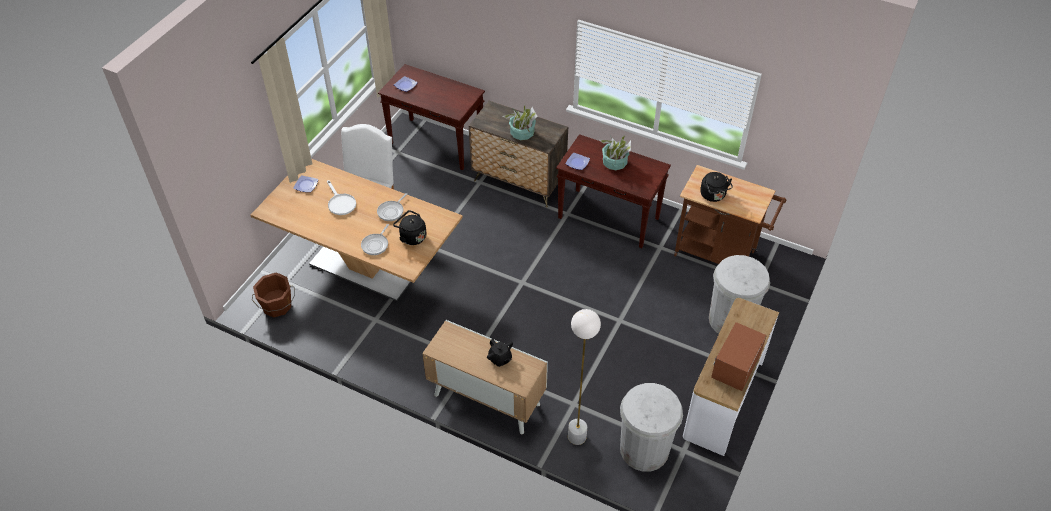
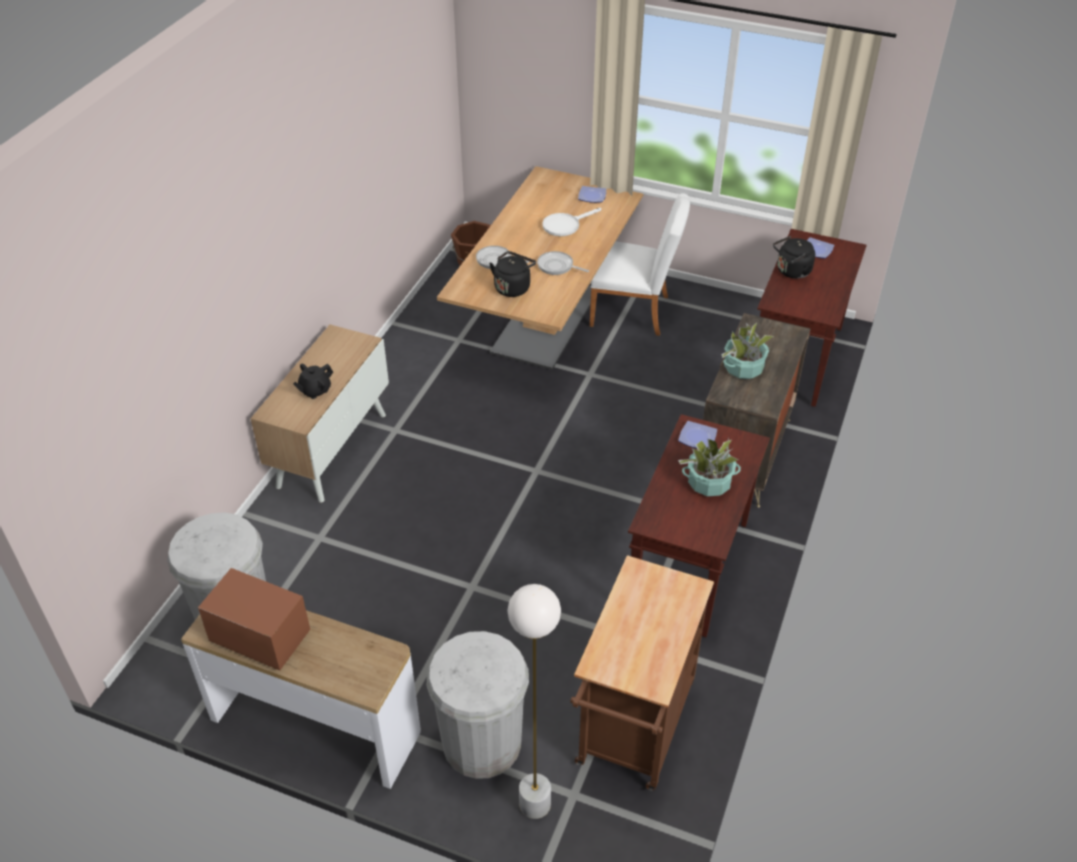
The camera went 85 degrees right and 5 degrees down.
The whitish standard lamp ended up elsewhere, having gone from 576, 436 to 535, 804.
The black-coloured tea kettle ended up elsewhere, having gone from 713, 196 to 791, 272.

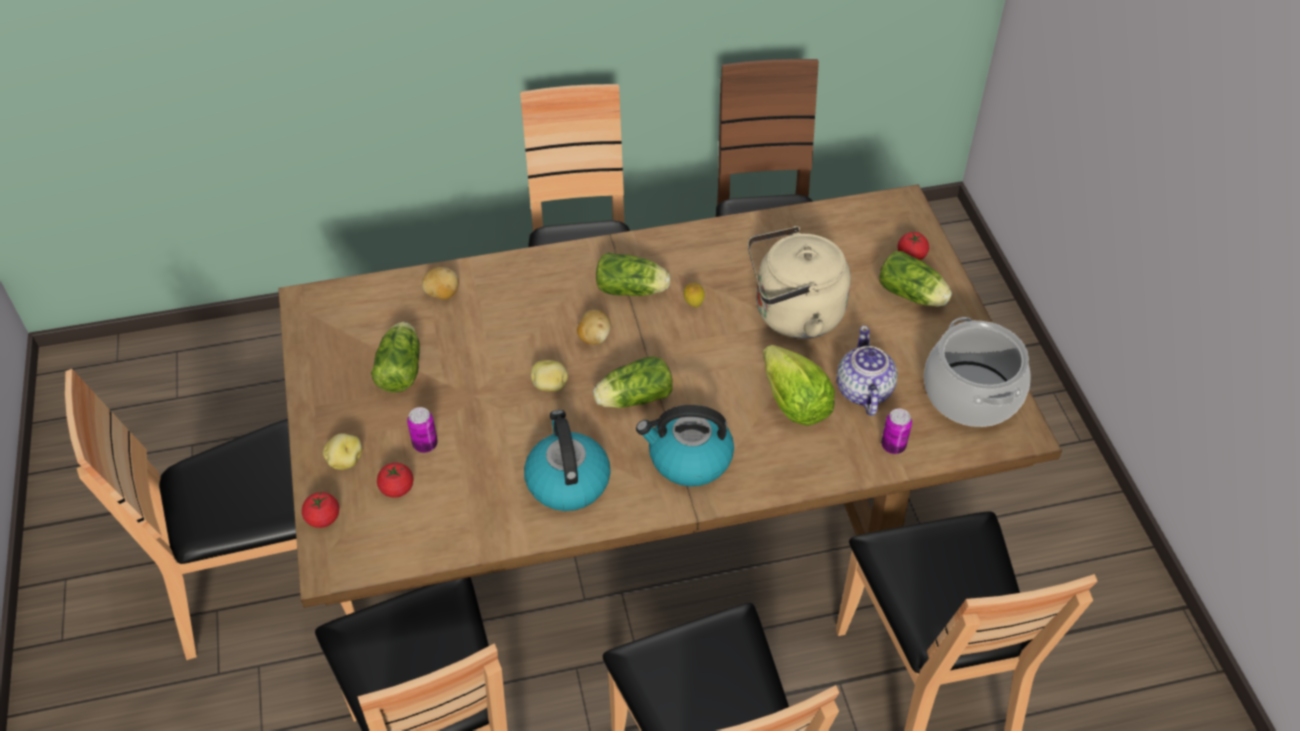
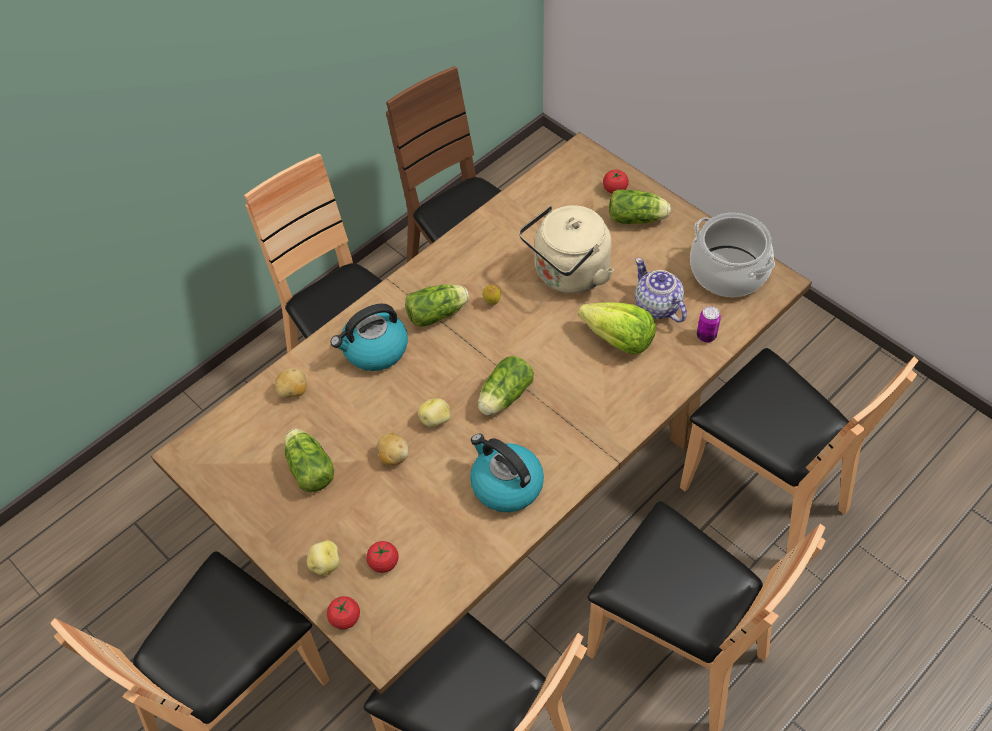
The camera went 30 degrees left and 5 degrees up.
The tea kettle ended up elsewhere, having gone from 688, 459 to 374, 350.
The spud ended up elsewhere, having gone from 594, 337 to 393, 456.
The second view lost the metal can at 425, 444.

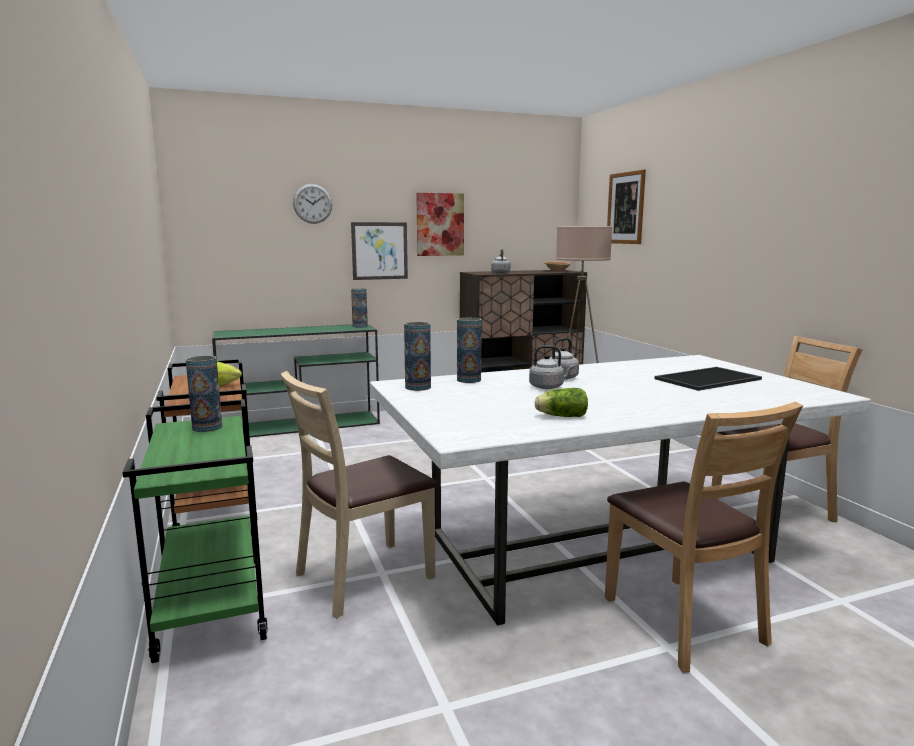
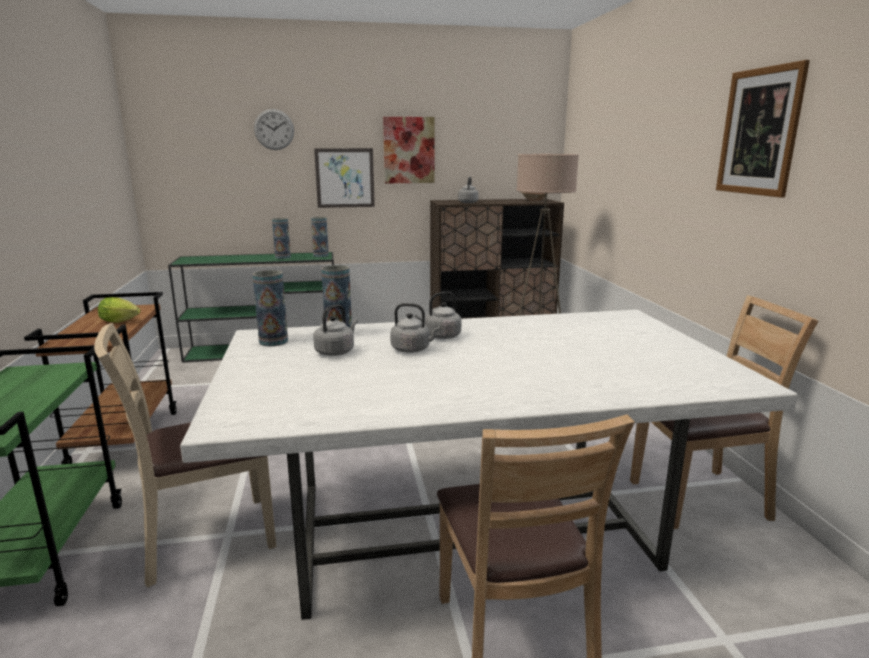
The camera went 10 degrees right and 5 degrees up.
The vase ended up elsewhere, having gone from 207, 427 to 283, 257.
The second view gained the grey tea kettle at 336, 351.
The picture ended up elsewhere, having gone from 626, 208 to 759, 132.
The second view lost the lettuce at 560, 416.
The second view lost the carrying tray at 708, 379.

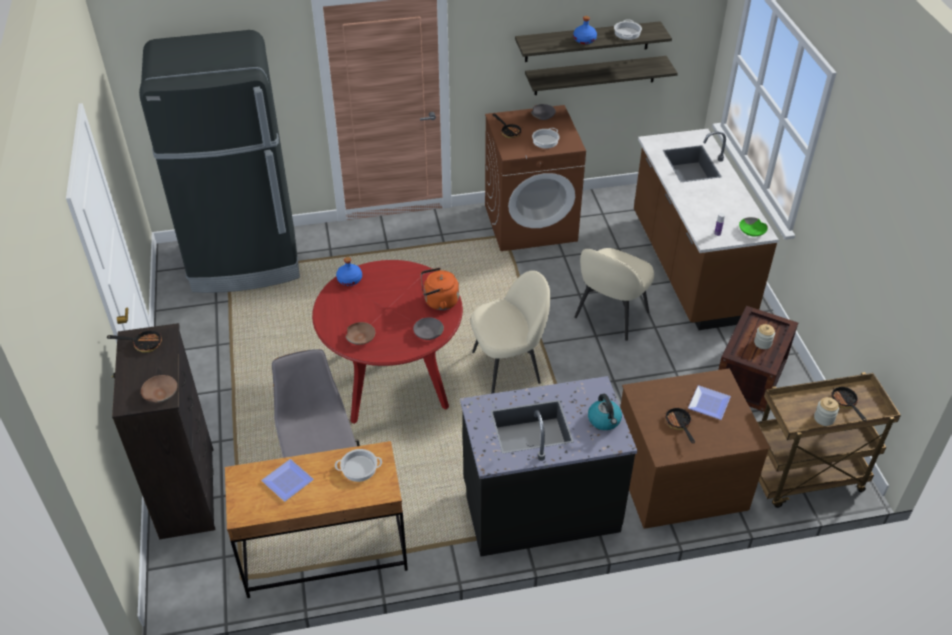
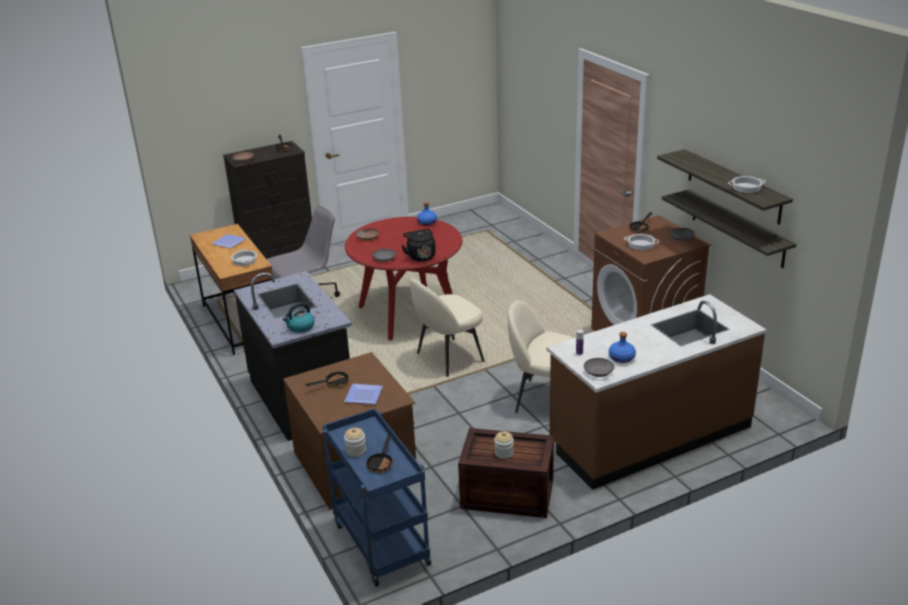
The camera went 75 degrees right and 15 degrees down.
What was the brownish wheeled cart at 804, 479 turned into the blue-coloured wheeled cart at 379, 543.
The skillet at 845, 403 ended up facing another way, 135 degrees clockwise from before.
What was the orange-coloured tea kettle at 439, 302 turned into the black-coloured tea kettle at 420, 256.
The beige chair at 508, 367 ended up facing another way, 90 degrees clockwise from before.
What was the green bowl at 752, 231 turned into the grey bowl at 598, 372.
The blue-coloured beverage bottle ended up elsewhere, having gone from 584, 40 to 622, 358.
The second view lost the black-coloured fridge at 245, 261.

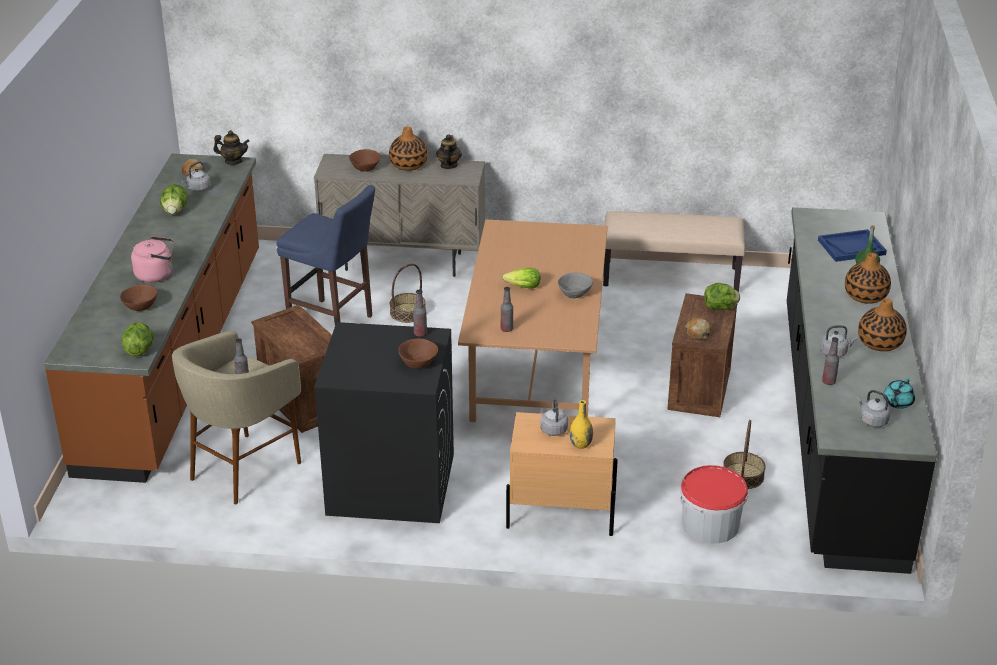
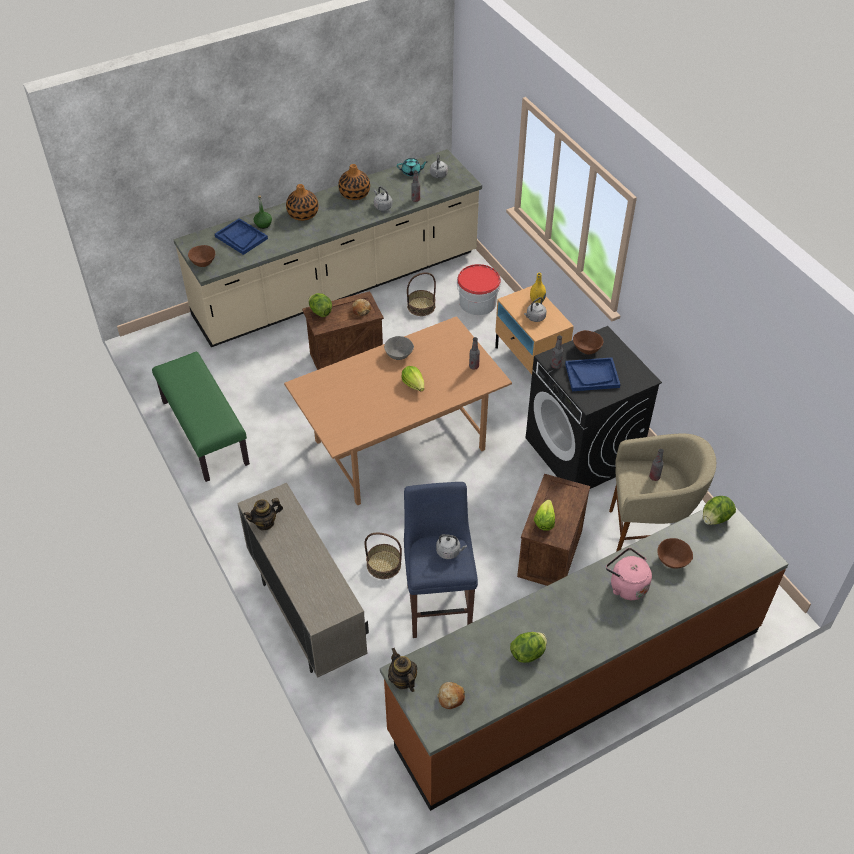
The camera went 125 degrees left and 15 degrees up.
What was the beige long seat at 671, 276 turned into the green long seat at 204, 432.
What was the black-coloured counter at 838, 428 turned into the beige counter at 337, 286.
The brownish bowl ended up elsewhere, having gone from 364, 168 to 203, 262.
The grey tea kettle ended up elsewhere, having gone from 197, 189 to 449, 552.
The second view gained the lettuce at 544, 521.
The second view gained the blue-coloured carrying tray at 592, 375.
The second view lost the vase at 408, 165.

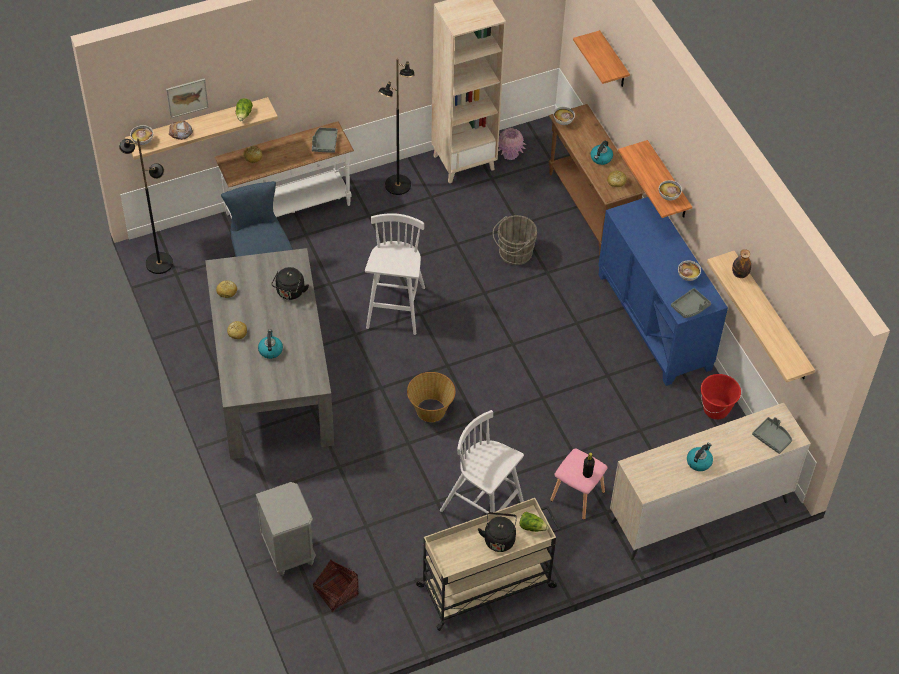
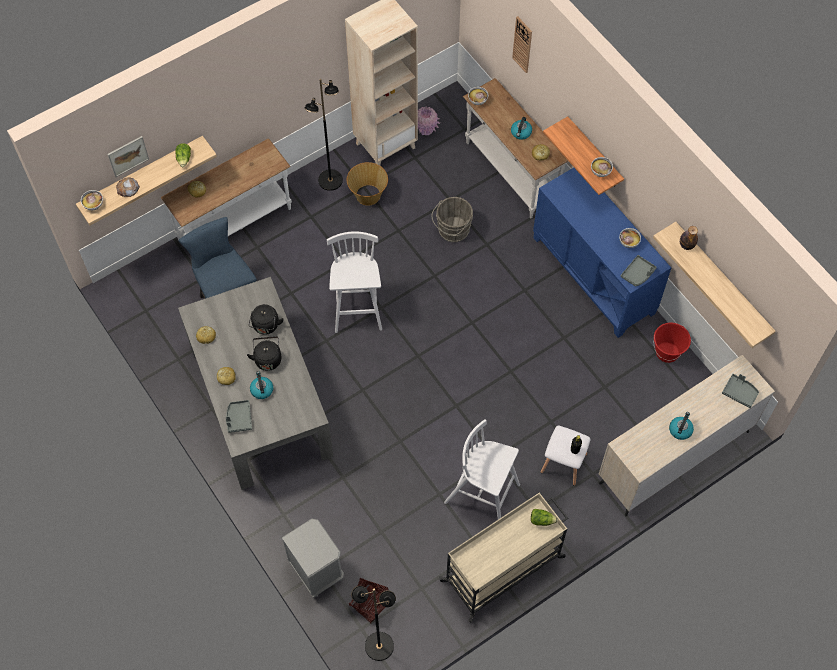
The camera went 10 degrees left and 10 degrees up.
The grey carrying tray ended up elsewhere, having gone from 324, 143 to 239, 418.
The black-coloured tea kettle ended up elsewhere, having gone from 499, 538 to 267, 358.
The basket ended up elsewhere, having gone from 430, 411 to 368, 195.
The black-coloured standard lamp ended up elsewhere, having gone from 159, 263 to 379, 645.
What was the brownish narrow table at 588, 209 turned into the whitish narrow table at 510, 173.
Where the wall shelf hung at 613, 61, the wall clock came to hang at 522, 44.
What was the pink stool seat at 577, 497 turned into the whitish stool seat at 563, 464.

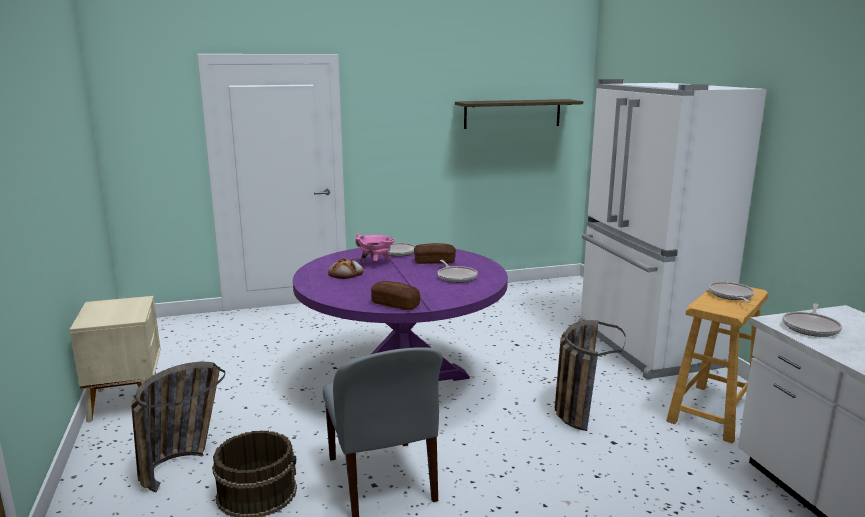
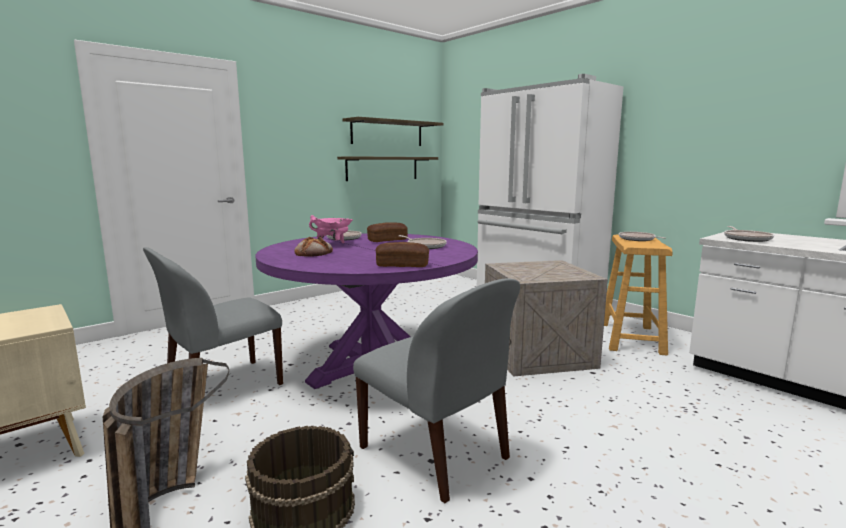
The camera went 25 degrees left and 5 degrees down.
The second view gained the grey chair at 222, 386.
The second view gained the wall shelf at 382, 168.
Where the basket stood at 578, 408, the shipping crate came to stand at 539, 354.

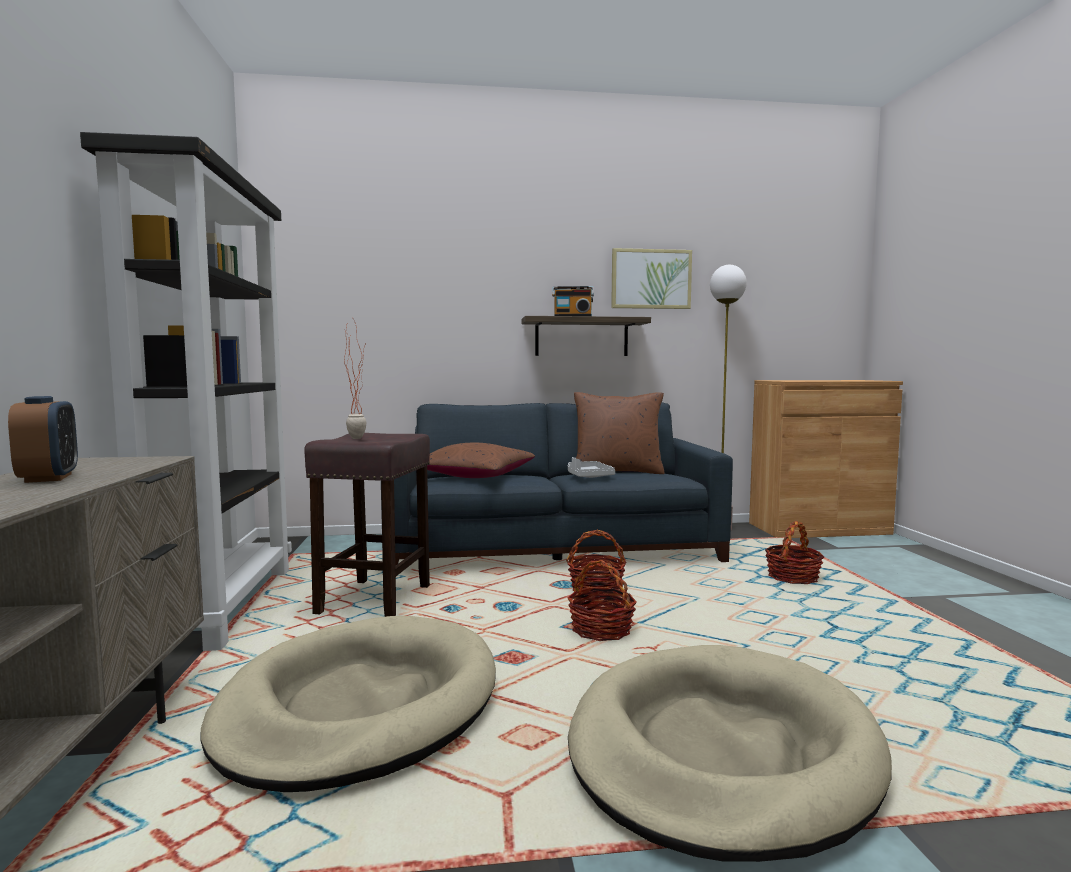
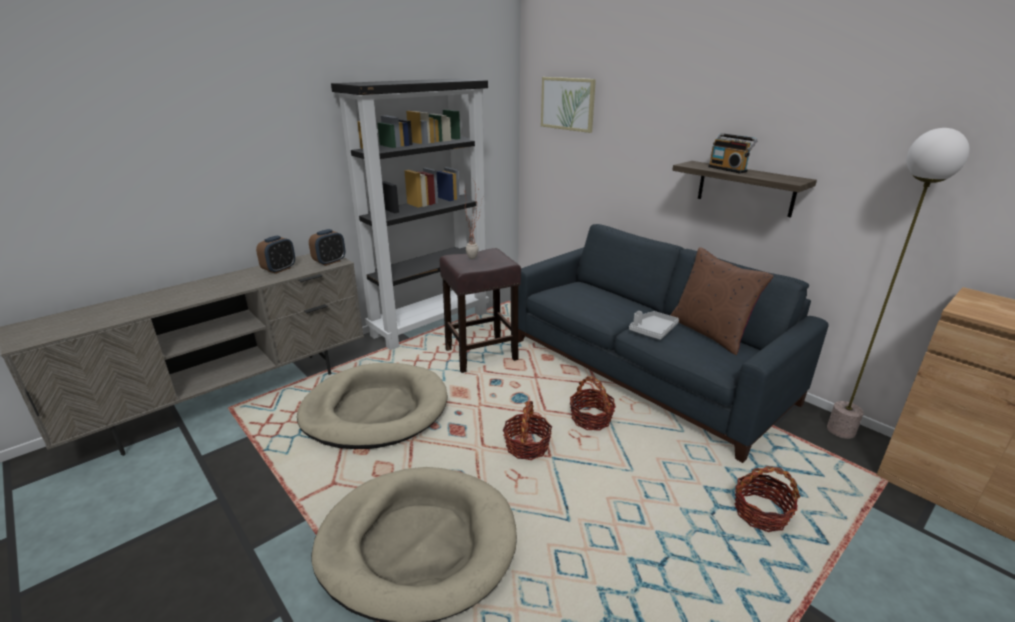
The camera went 55 degrees right and 20 degrees up.
The second view gained the bedside clock at 329, 262.
The picture ended up elsewhere, having gone from 651, 279 to 567, 104.
The second view lost the brownish pillow at 476, 476.

